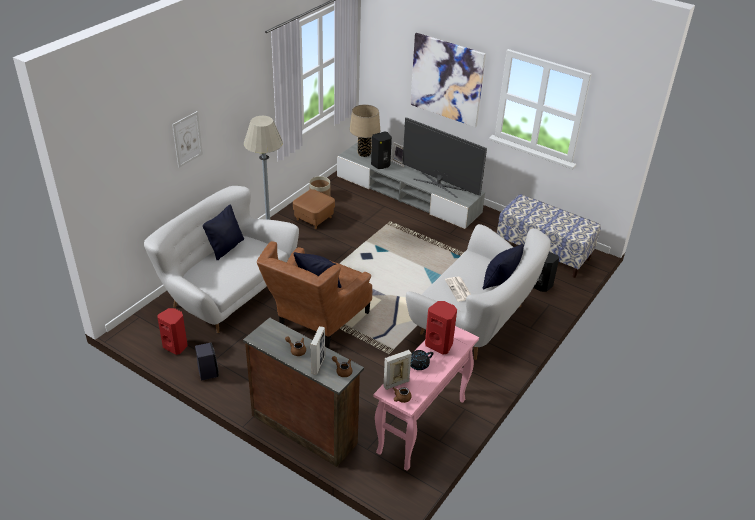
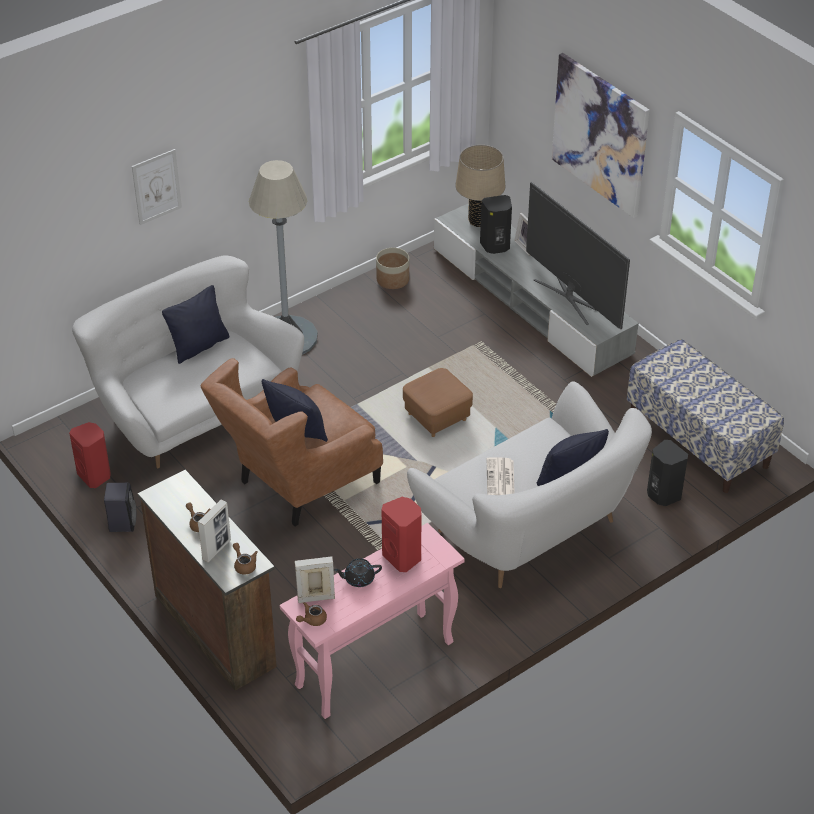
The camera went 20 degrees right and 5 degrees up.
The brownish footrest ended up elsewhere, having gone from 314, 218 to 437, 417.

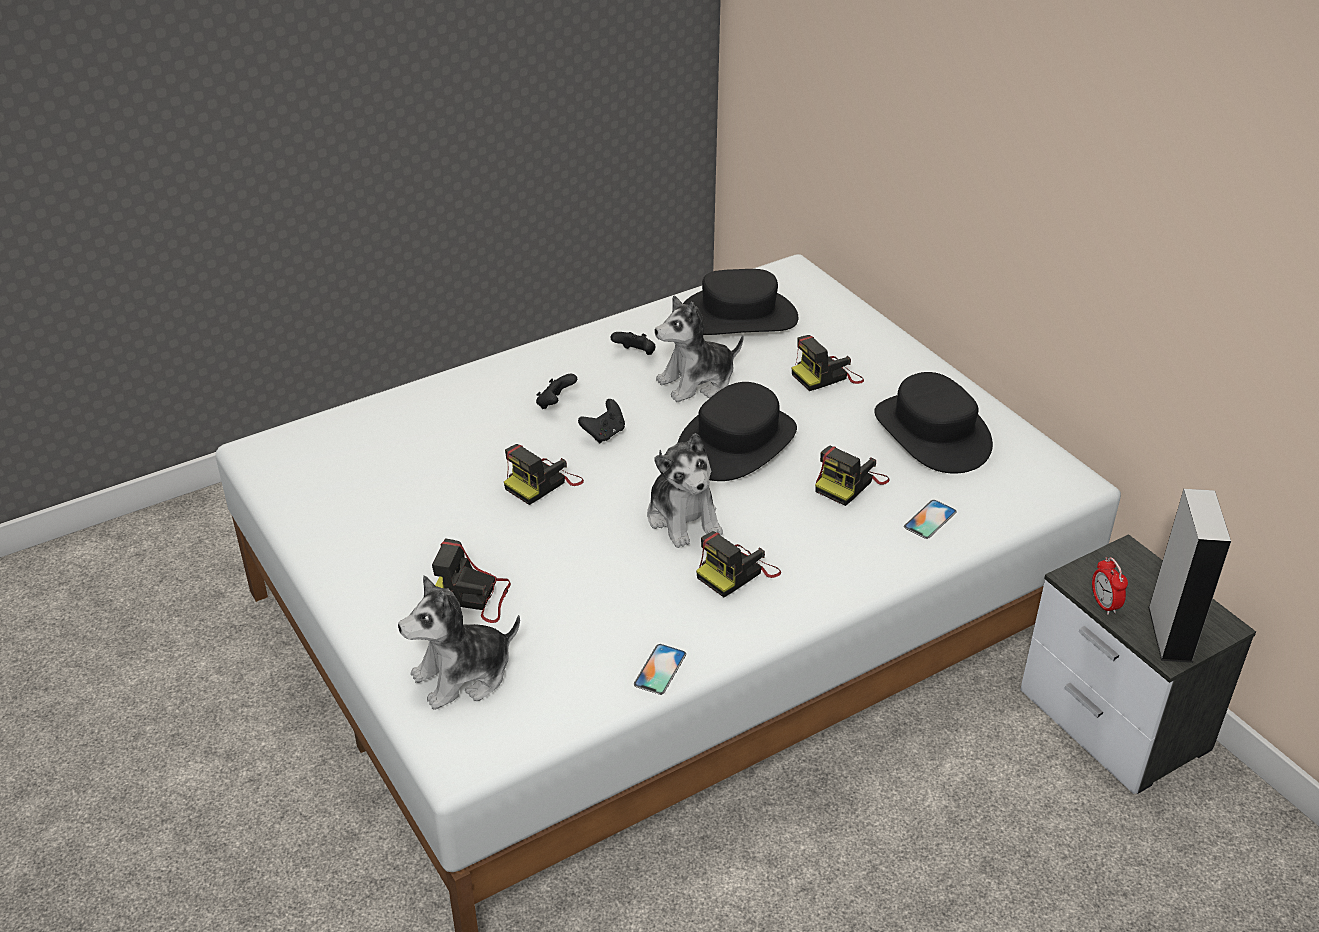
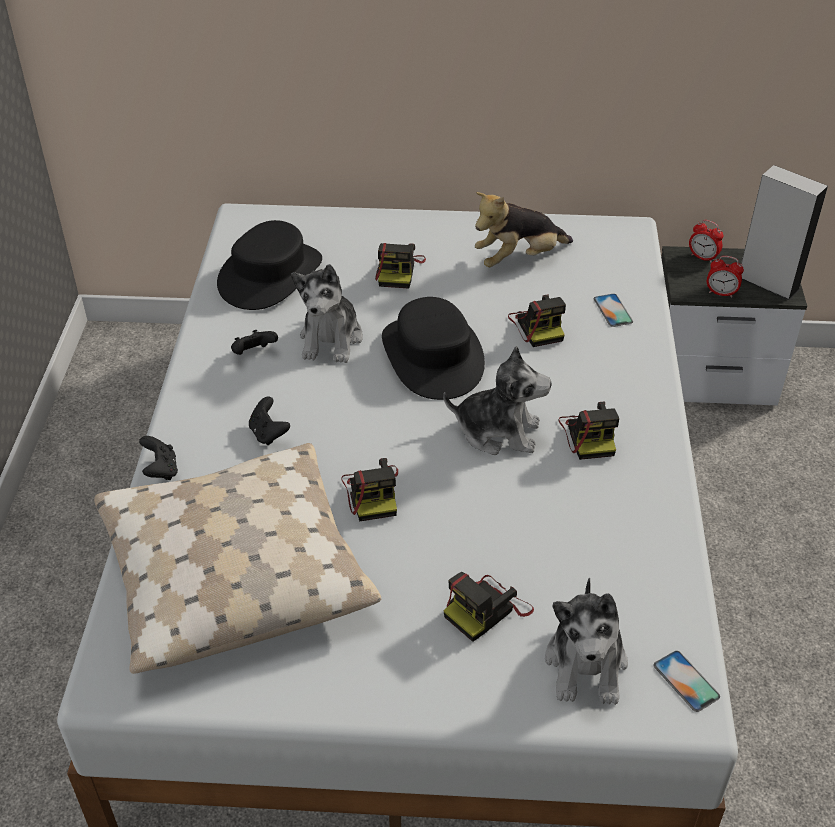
The camera went 55 degrees left and 5 degrees up.
The second view gained the beige pillow at 234, 572.
The black-coloured gamepad ended up elsewhere, having gone from 604, 434 to 161, 470.
Where the black-coloured hat stood at 932, 433, the soft toy came to stand at 518, 259.
The telephone ended up elsewhere, having gone from 660, 669 to 686, 681.
The second view gained the bedside clock at 702, 257.

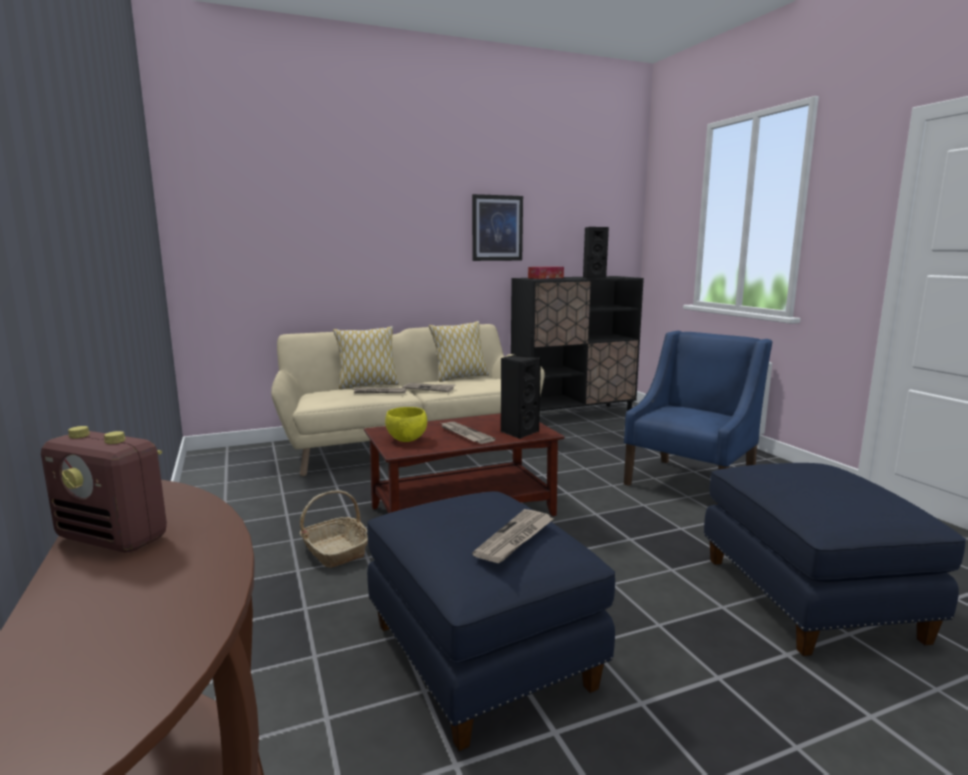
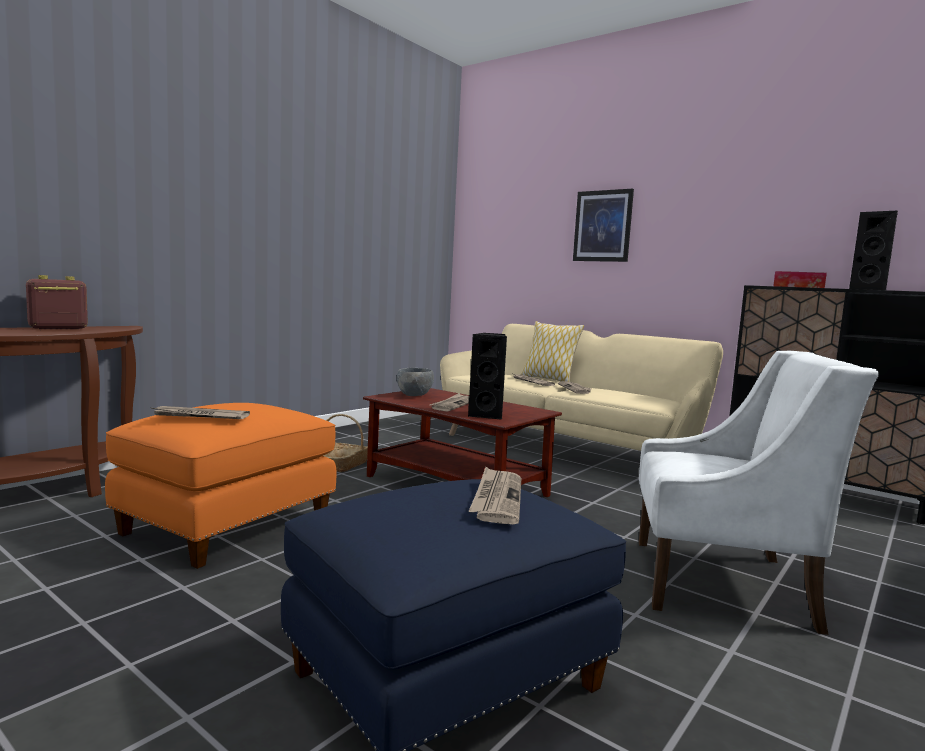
The camera went 60 degrees right and 5 degrees down.
The radio receiver at 114, 539 ended up facing another way, 60 degrees clockwise from before.
What was the blue-coloured footrest at 478, 655 turned into the orange-coloured footrest at 227, 524.
What was the yellowish bowl at 407, 439 turned into the grey bowl at 415, 395.
The second view gained the printed paper at 497, 498.
The picture ended up elsewhere, having gone from 497, 228 to 602, 226.
What was the blue-coloured easy chair at 691, 483 turned into the whitish easy chair at 723, 582.
The second view lost the pillow at 460, 377.

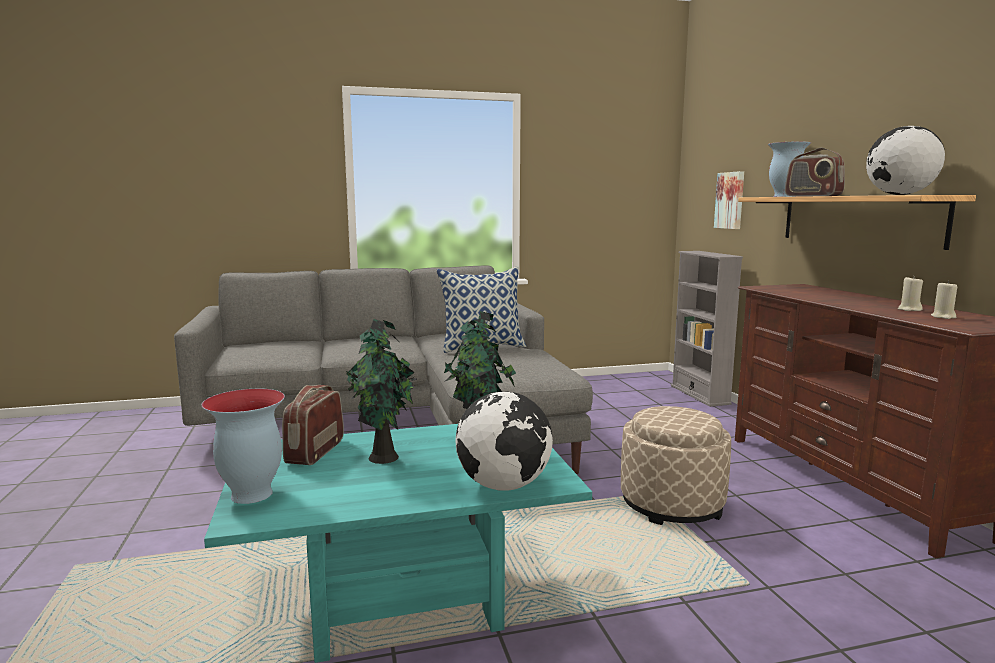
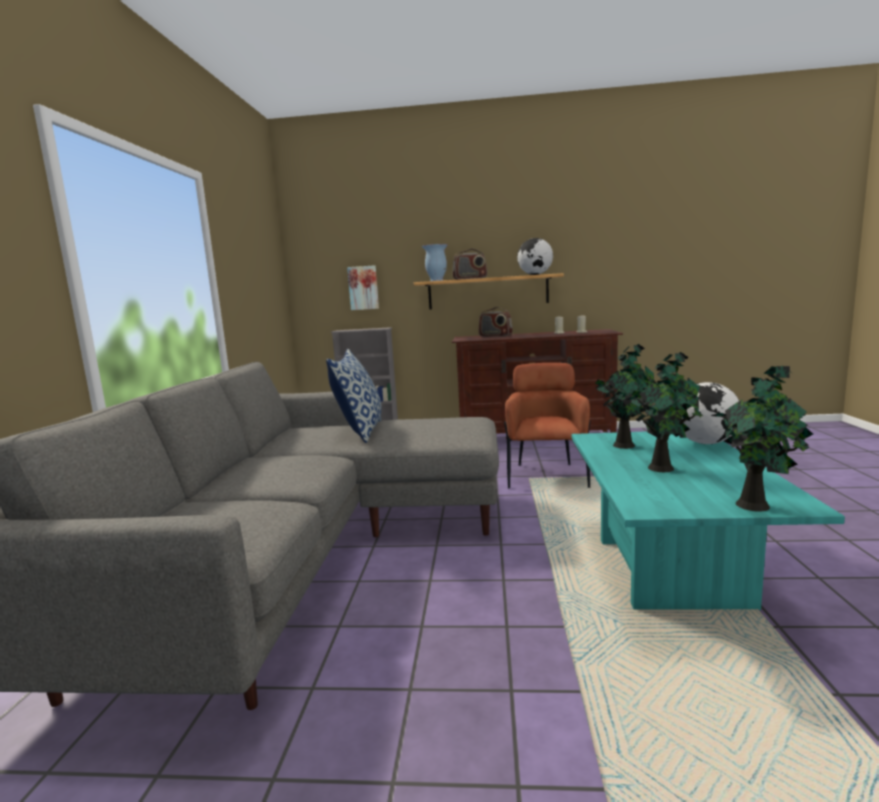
The camera went 70 degrees left and 0 degrees up.
The radio receiver ended up elsewhere, having gone from 315, 452 to 495, 336.
Where the beige footrest stood at 671, 504, the brownish easy chair came to stand at 546, 476.
Where the vase stood at 251, 495, the potted plant came to stand at 756, 505.

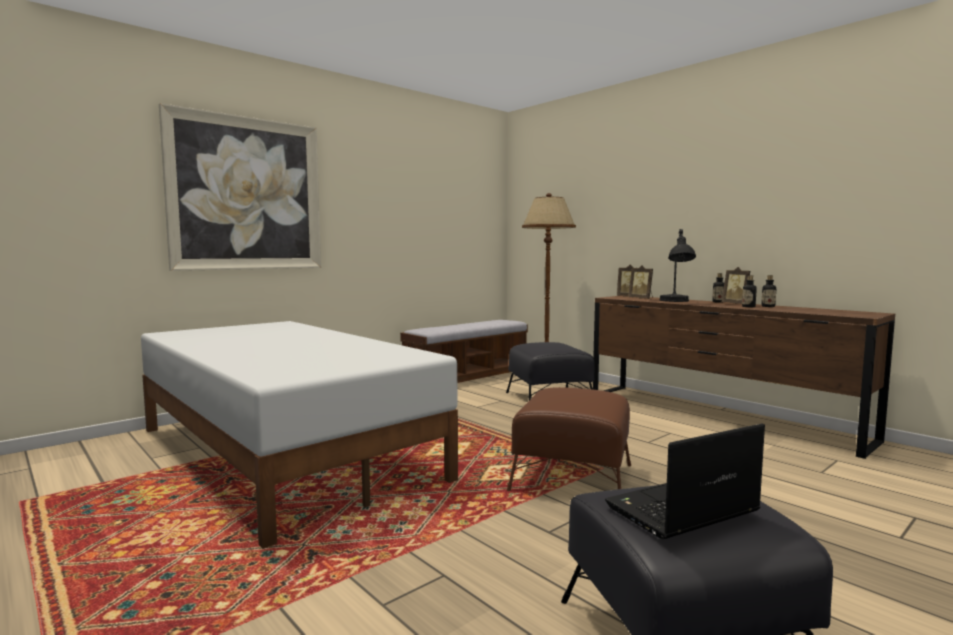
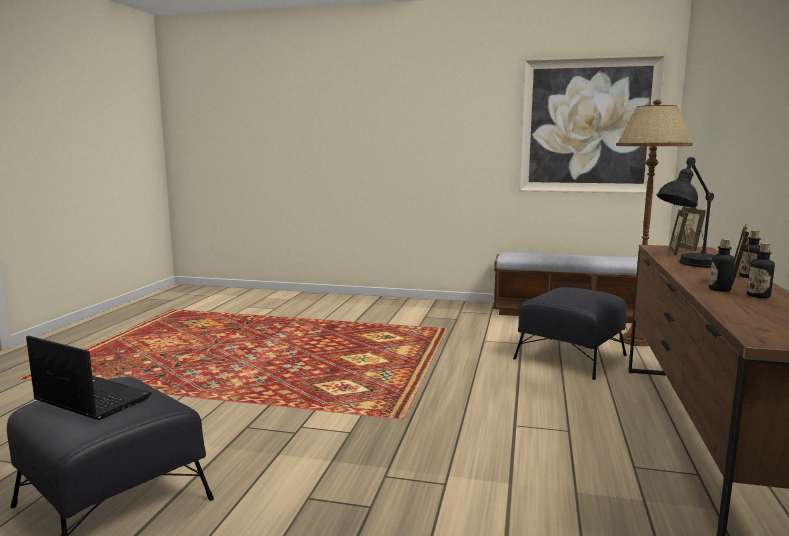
The camera went 55 degrees right and 5 degrees up.
The picture ended up elsewhere, having gone from 246, 194 to 588, 126.
The second view lost the whitish bed at 284, 452.
The second view lost the brownish footrest at 571, 478.

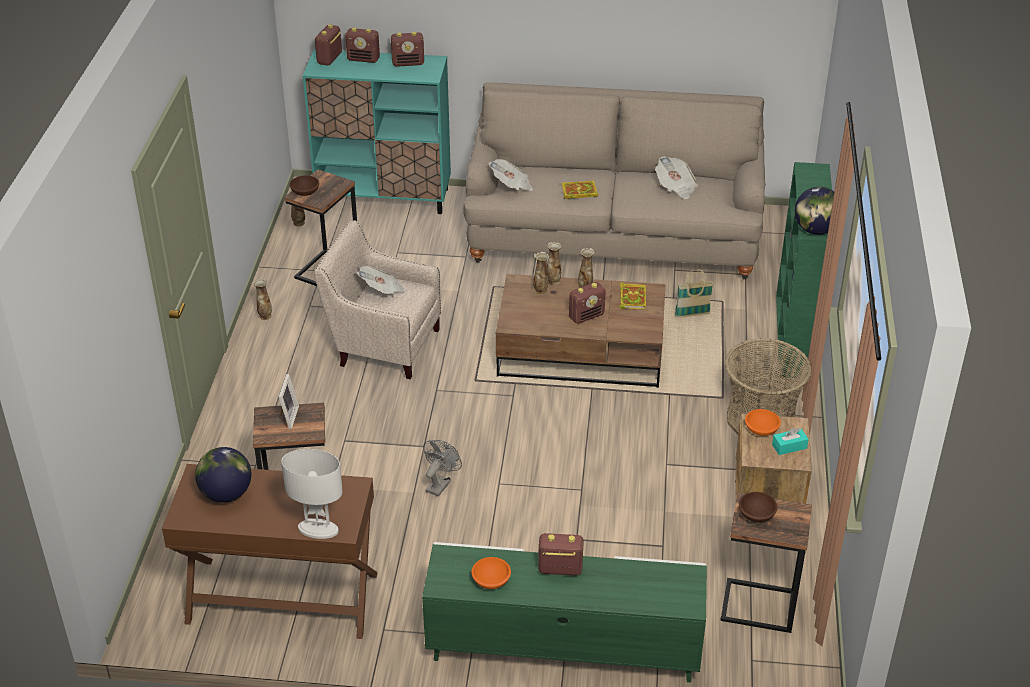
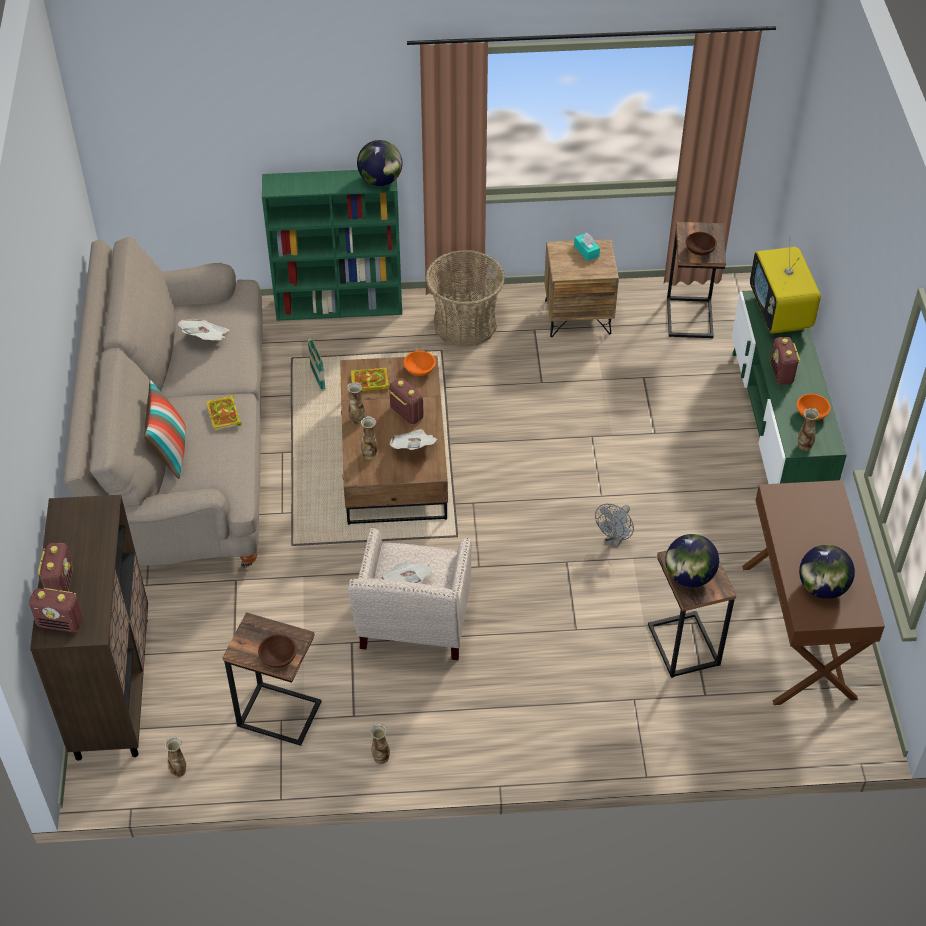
The camera went 100 degrees left and 10 degrees up.
What was the turquoise-coloured cabinet at 384, 197 turned into the brownish cabinet at 112, 686.
The second view gained the pillow at 170, 452.
The printed paper ended up elsewhere, having gone from 511, 185 to 413, 448.
The orange-coloured bowl ended up elsewhere, having gone from 761, 429 to 419, 370.
The grey fan at 440, 483 ended up facing another way, 75 degrees counterclockwise from before.
Where the standing frame stood at 287, 417, the desk globe came to stand at 689, 576.
The second view gained the TV at 780, 313.
The vase ended up elsewhere, having gone from 553, 281 to 804, 445.
The second view lost the whitish lamp for a table at 318, 529.
The second view lost the radio receiver at 408, 63.

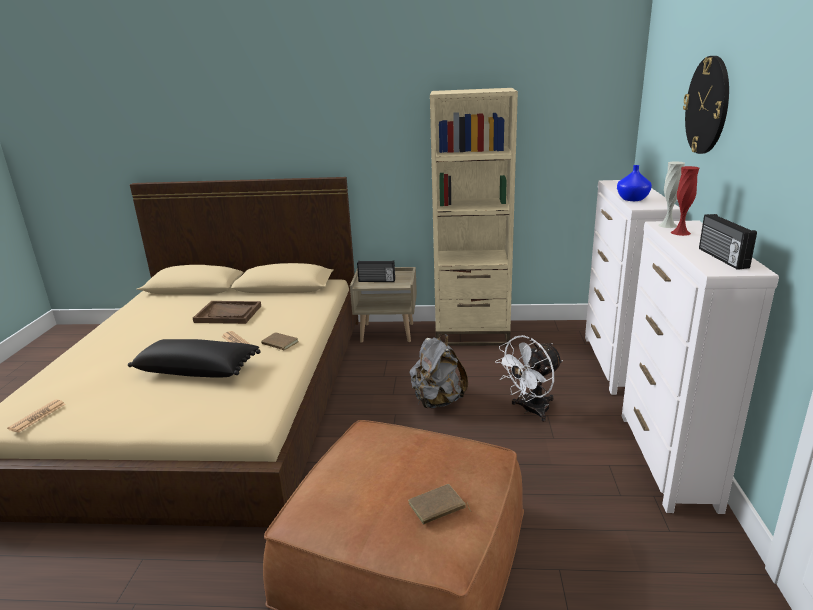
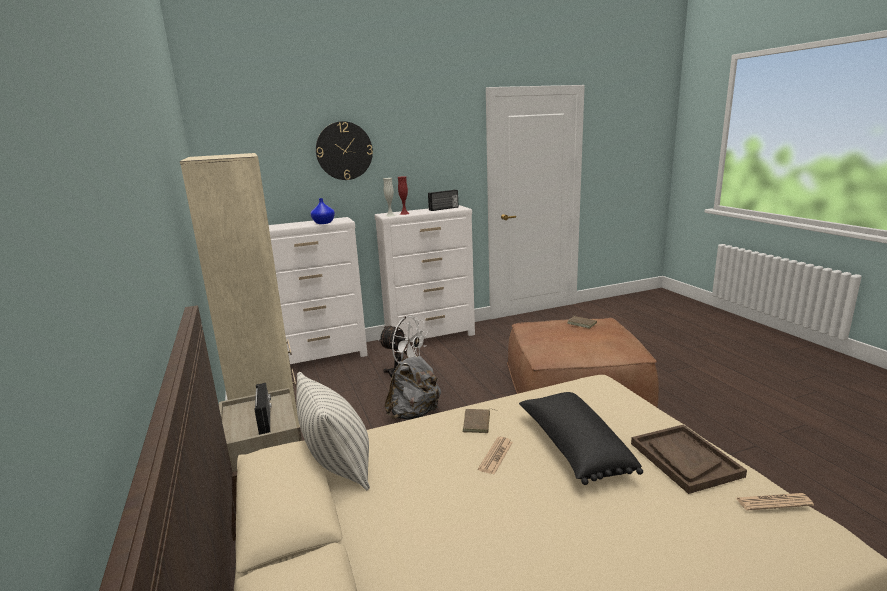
The camera went 115 degrees left and 5 degrees down.
The second view gained the pillow at 338, 466.
The brownish carrying tray ended up elsewhere, having gone from 228, 314 to 684, 459.

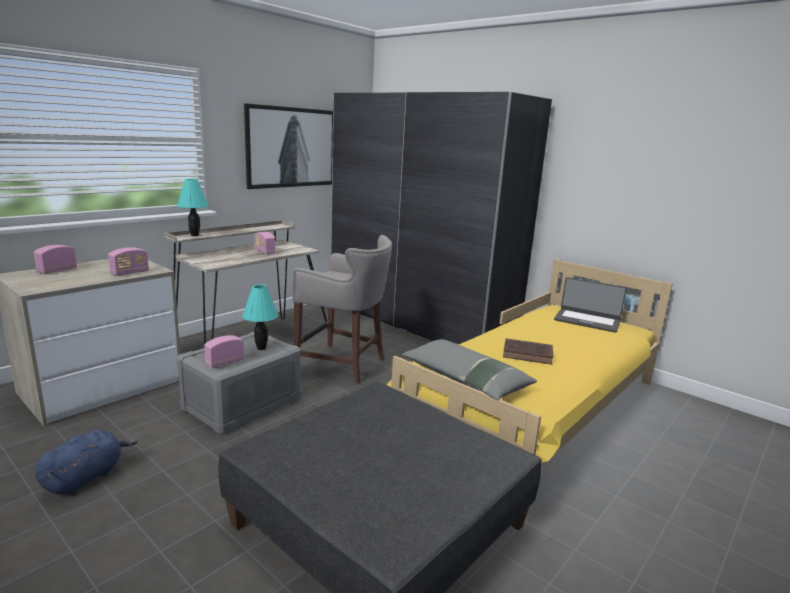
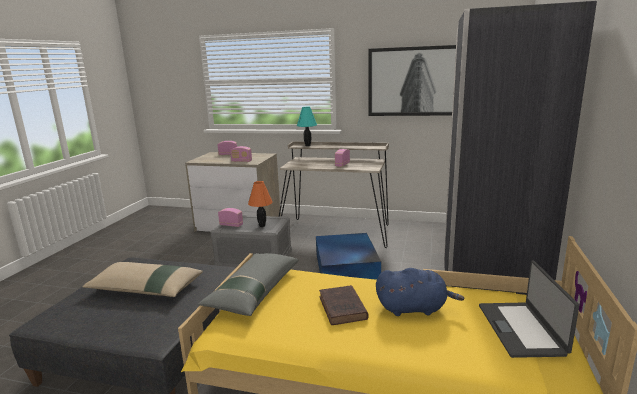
The camera went 65 degrees right and 0 degrees up.
The second view gained the beige pillow at 145, 289.
What was the turquoise-coloured lamp for a table at 261, 348 turned into the orange-coloured lamp for a table at 262, 226.
Where the grey stool seat stood at 344, 364, the blue-coloured storage container came to stand at 346, 268.
The blue-coloured soft toy ended up elsewhere, having gone from 86, 477 to 414, 308.

